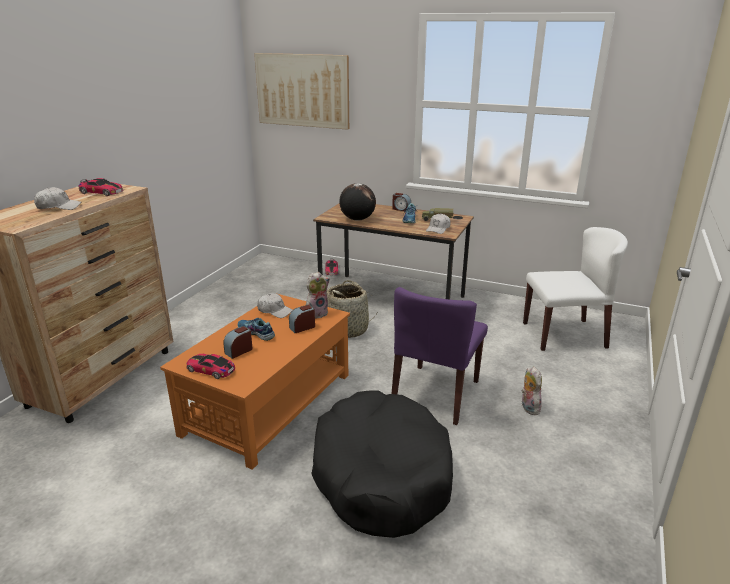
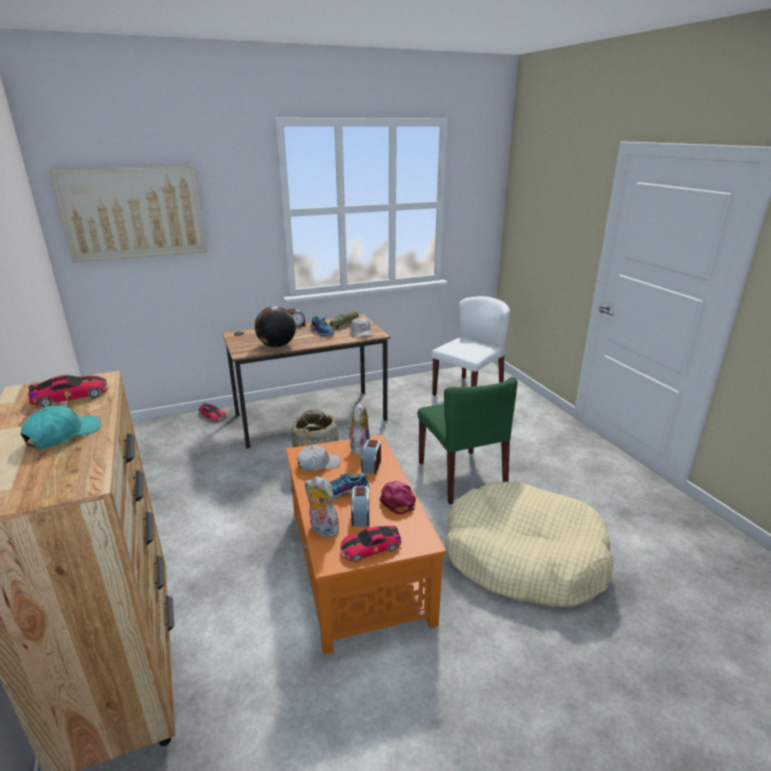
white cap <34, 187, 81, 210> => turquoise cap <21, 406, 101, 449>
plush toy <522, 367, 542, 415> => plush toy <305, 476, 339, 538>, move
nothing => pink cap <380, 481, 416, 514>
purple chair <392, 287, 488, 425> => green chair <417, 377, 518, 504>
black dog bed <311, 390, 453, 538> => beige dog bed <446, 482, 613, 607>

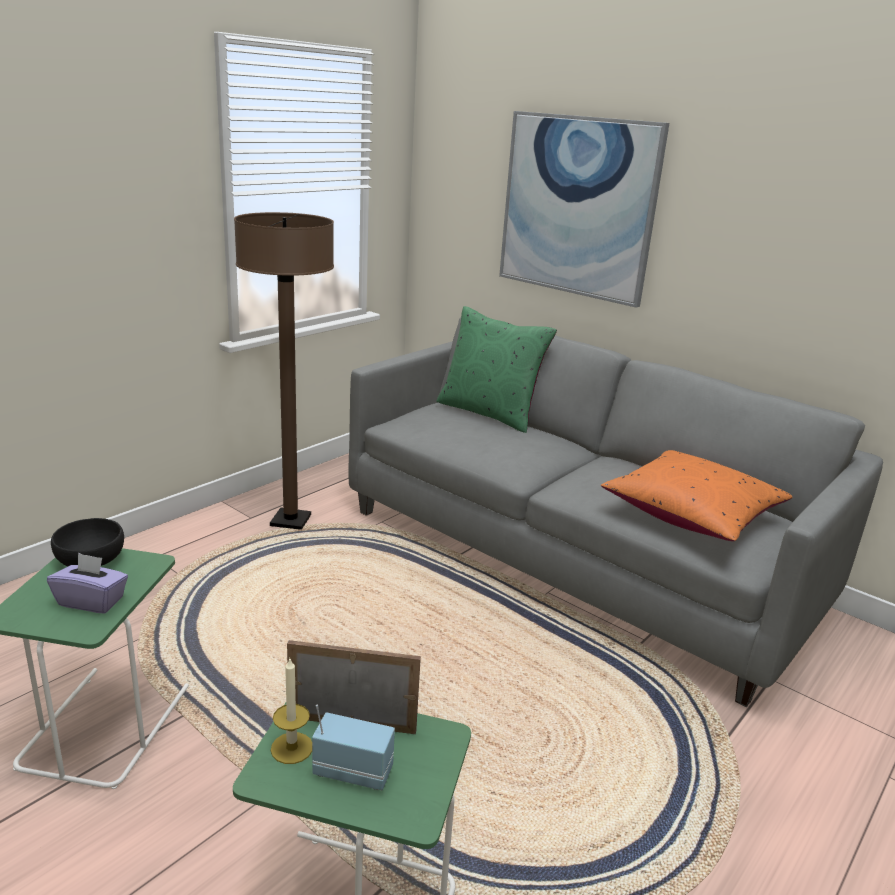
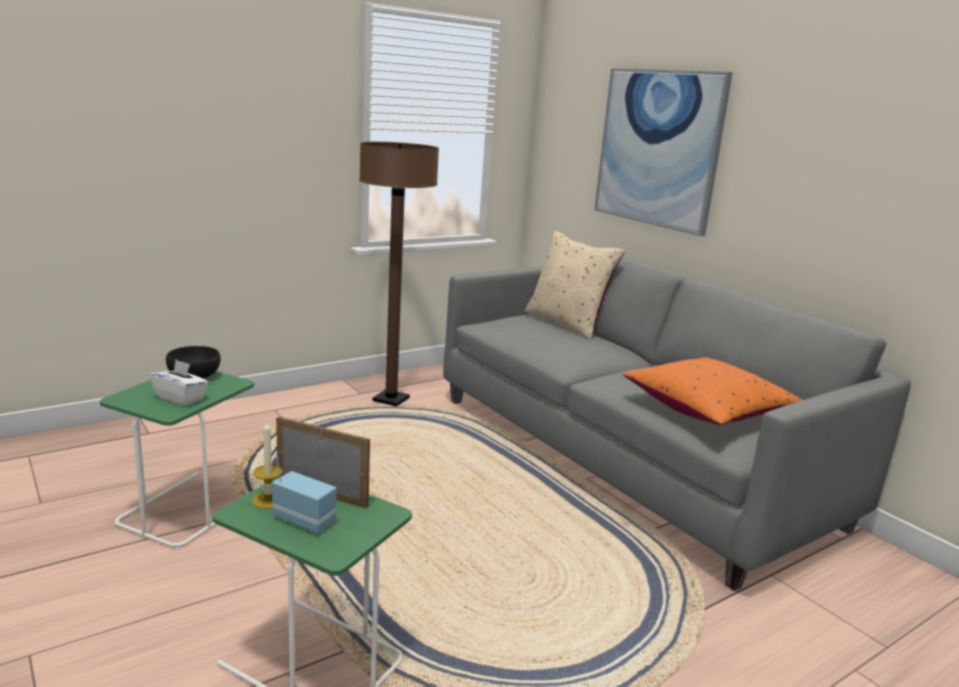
purple tissue box <47, 553, 128, 614> => white tissue box <150, 360, 208, 406>
green pillow <436, 306, 557, 433> => beige pillow <525, 231, 625, 340>

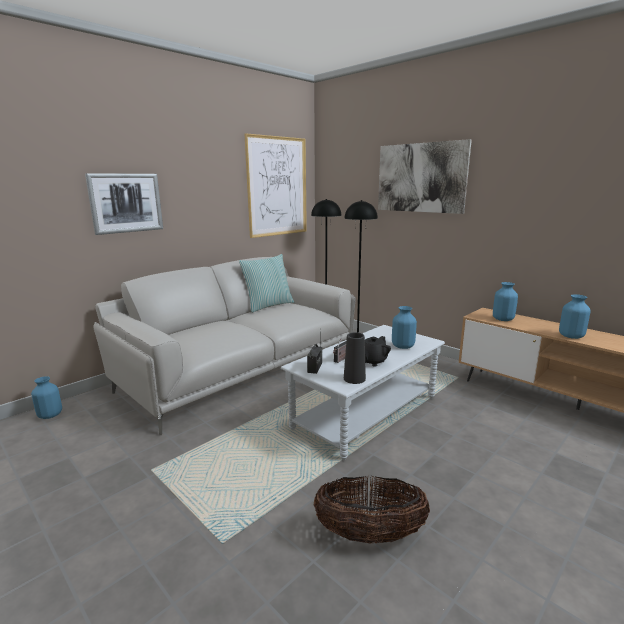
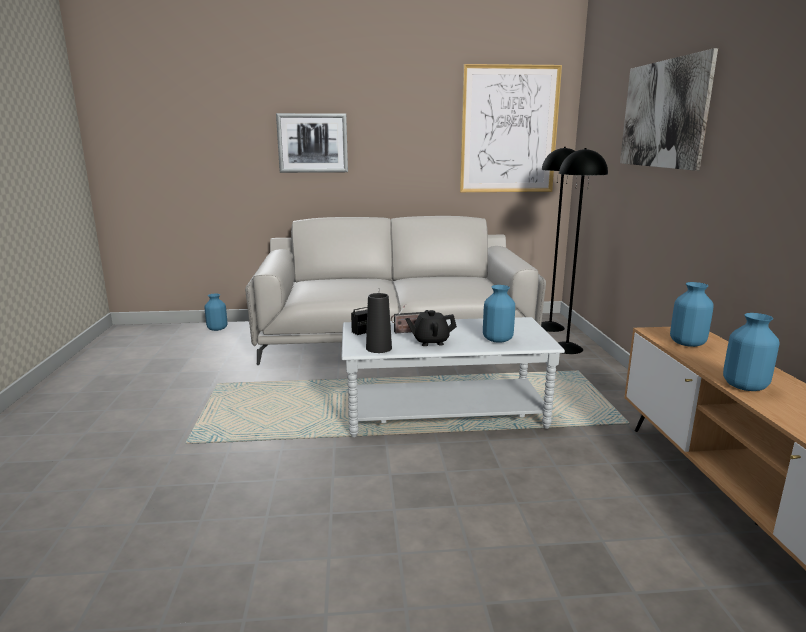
pillow <239, 254, 294, 313> => nothing
basket <314, 476, 430, 544> => nothing

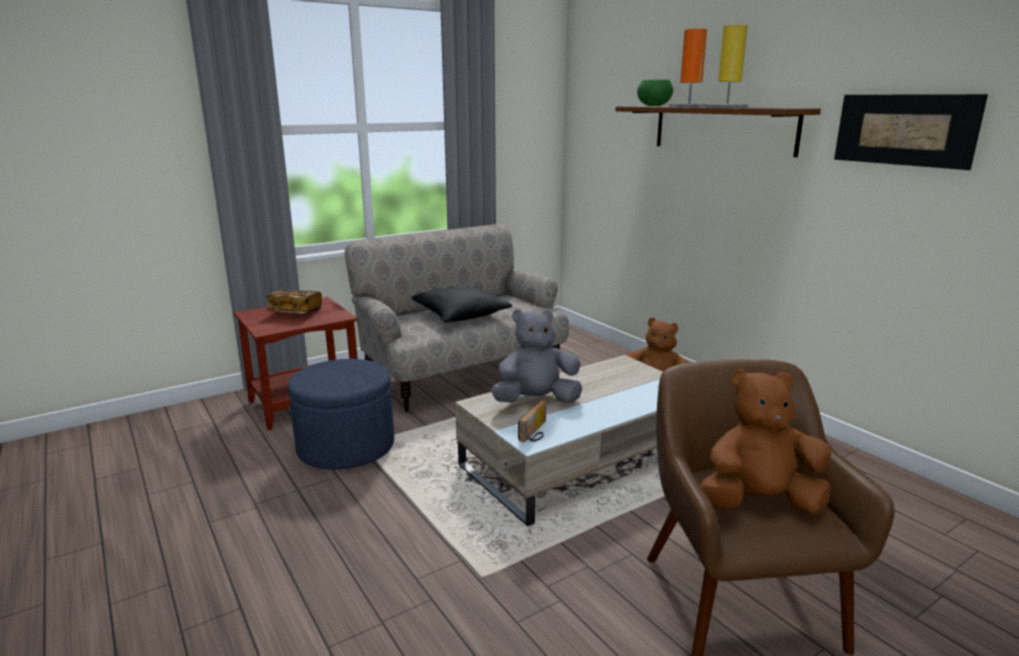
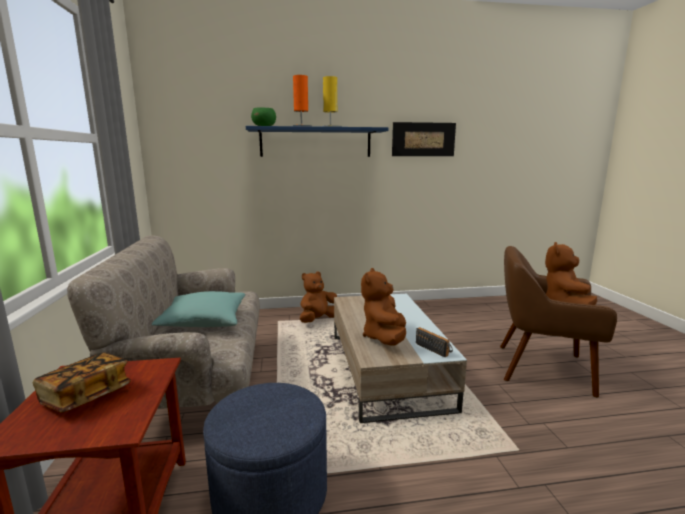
black pillow <411, 287, 512, 322> => turquoise pillow <151, 291, 245, 327>
brown shelf <615, 106, 821, 157> => blue shelf <246, 126, 388, 157>
grey plush toy <491, 309, 582, 403> => brown plush toy <361, 268, 406, 346>

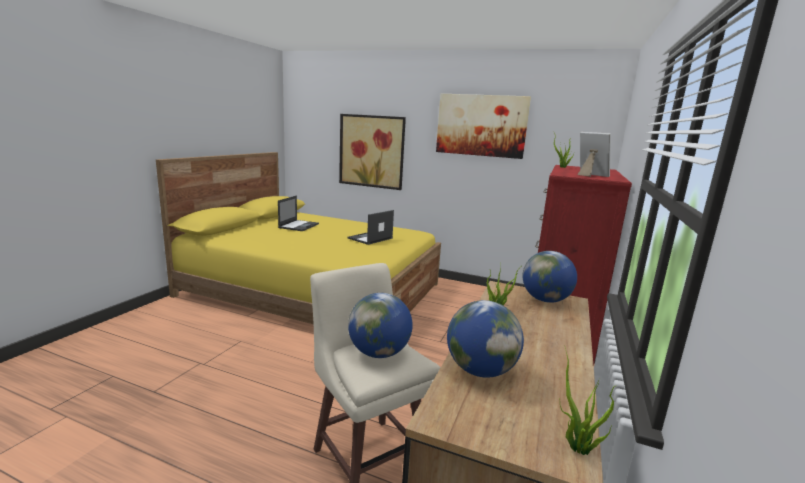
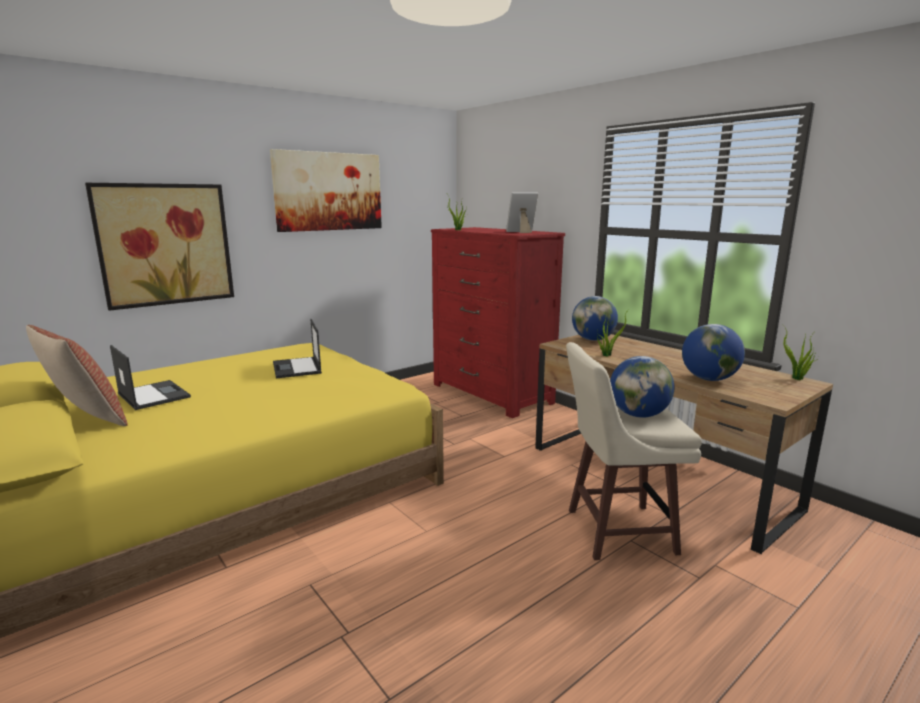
nothing => pillow <26, 325, 127, 426>

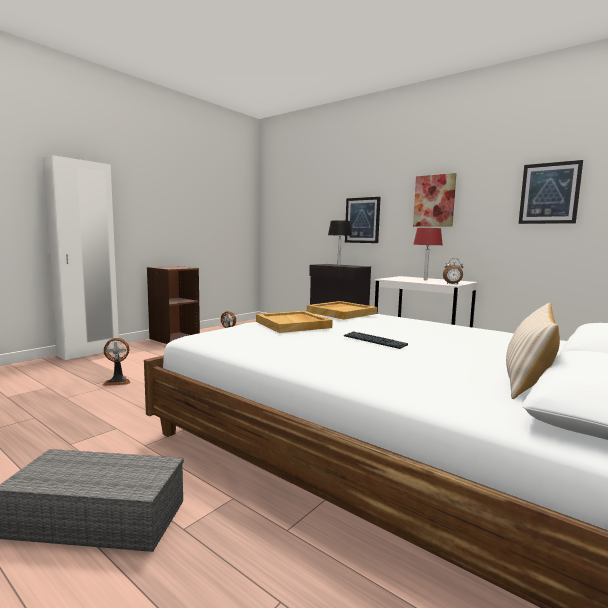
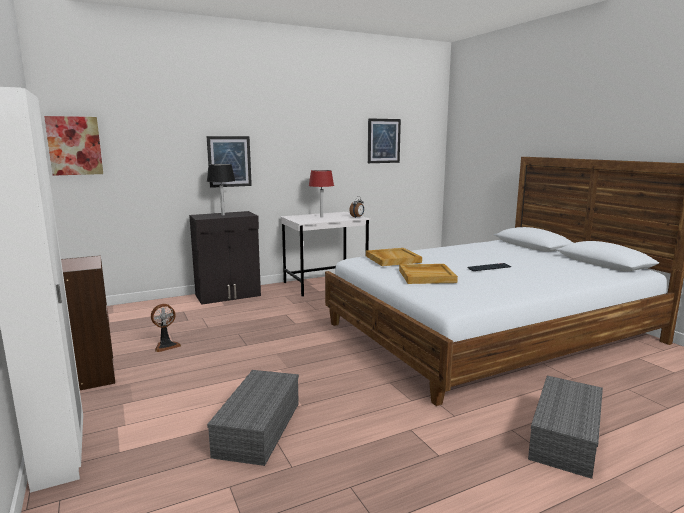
picture <413, 173, 456, 227> => picture <44, 116, 103, 176>, move
fan <103, 338, 130, 386> => grey storage box <207, 370, 299, 466>
beige pillow <506, 302, 560, 399> => nothing

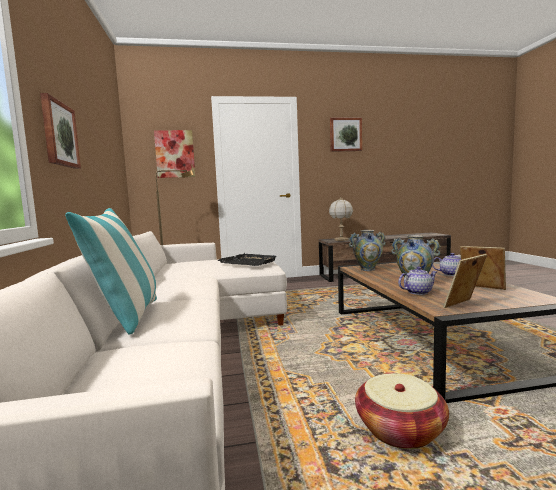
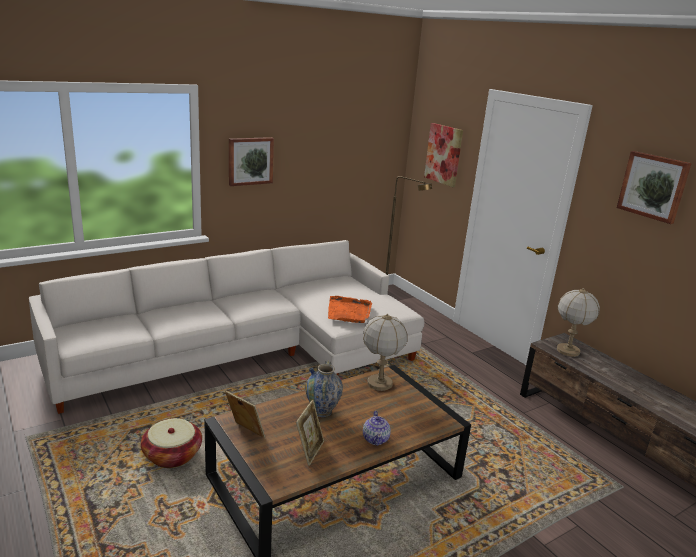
black tray <218, 253, 277, 266> => orange tray <328, 296, 372, 323>
vase <349, 230, 386, 271> => table lamp <363, 314, 408, 391>
pillow <65, 208, 157, 335> => nothing
teapot <398, 266, 437, 295> => nothing

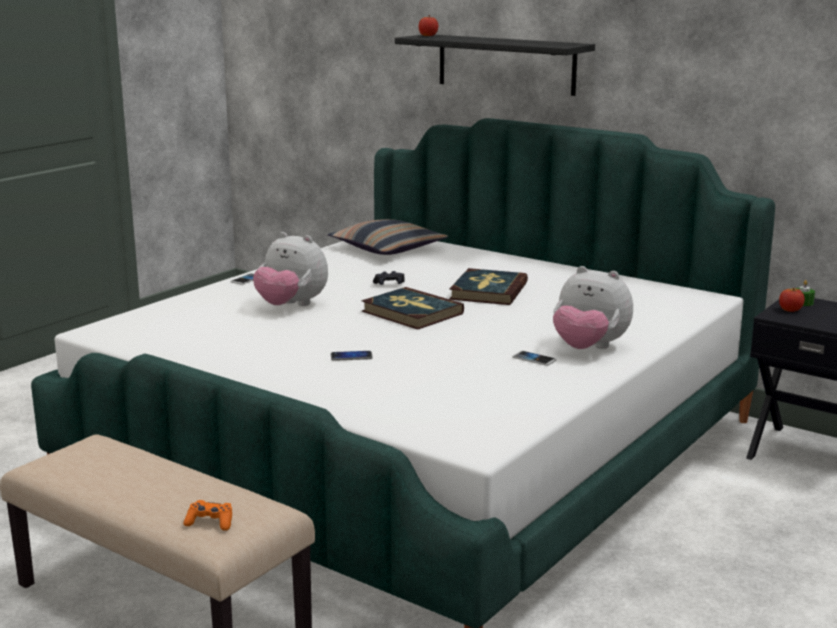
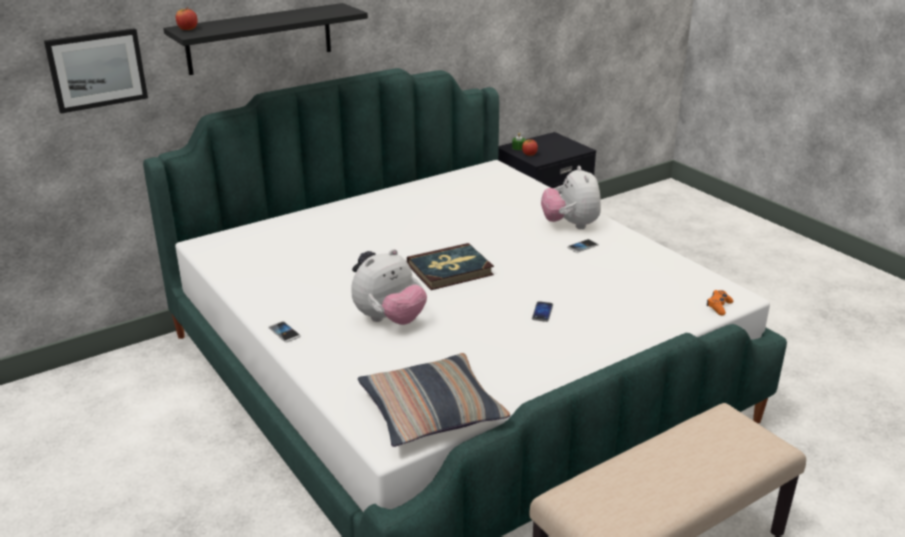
nothing => picture <44, 28, 148, 113>
pillow <328, 219, 448, 255> => pillow <358, 353, 510, 447>, move
plush toy <553, 266, 633, 349> => plush toy <541, 166, 601, 229>, 120 degrees clockwise
orange game controller <183, 500, 232, 531> => orange game controller <707, 290, 734, 315>, move
book <449, 268, 528, 305> => nothing

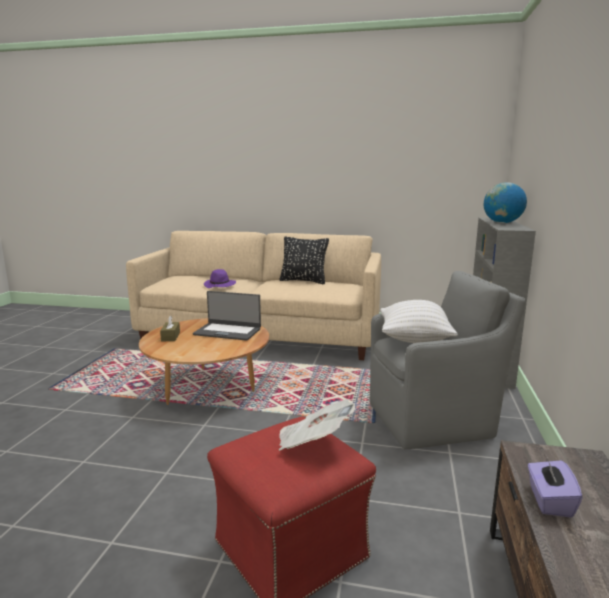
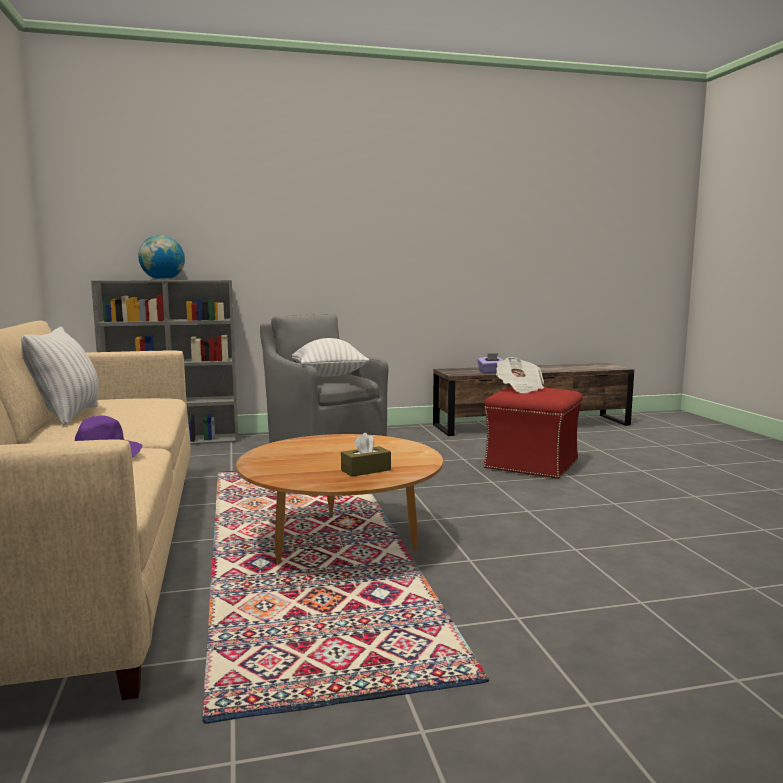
black pillow <279, 237, 329, 284> => white pillow <21, 327, 99, 426>
laptop <193, 291, 261, 341> => nothing

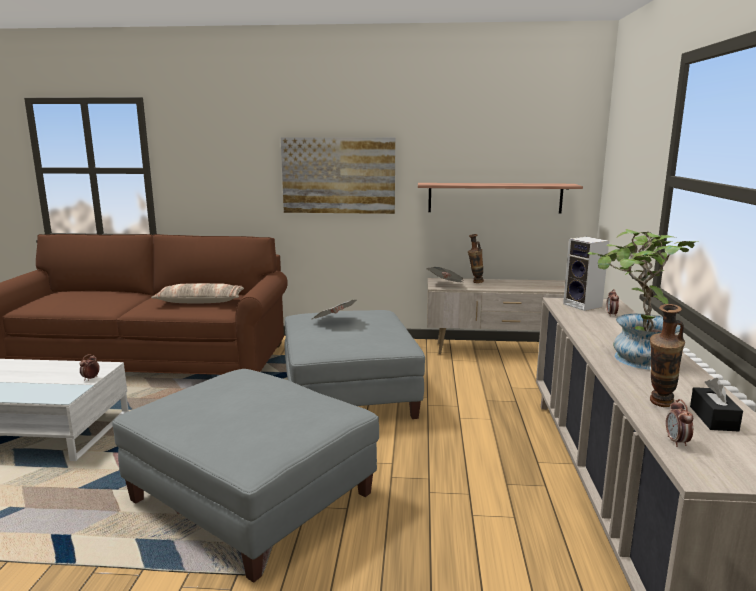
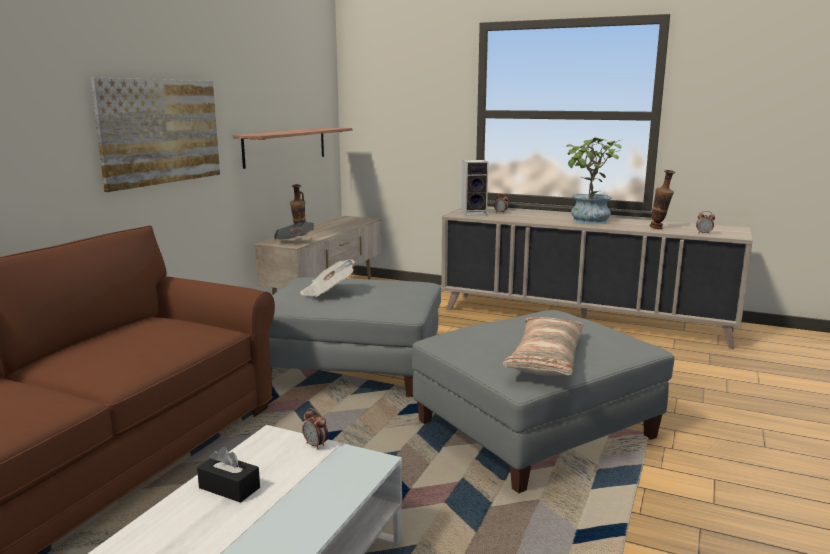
black tissue box <690, 378, 743, 432> => black tissue box <197, 447, 260, 503>, move
pillow <151, 283, 244, 304> => pillow <503, 317, 584, 376>, move

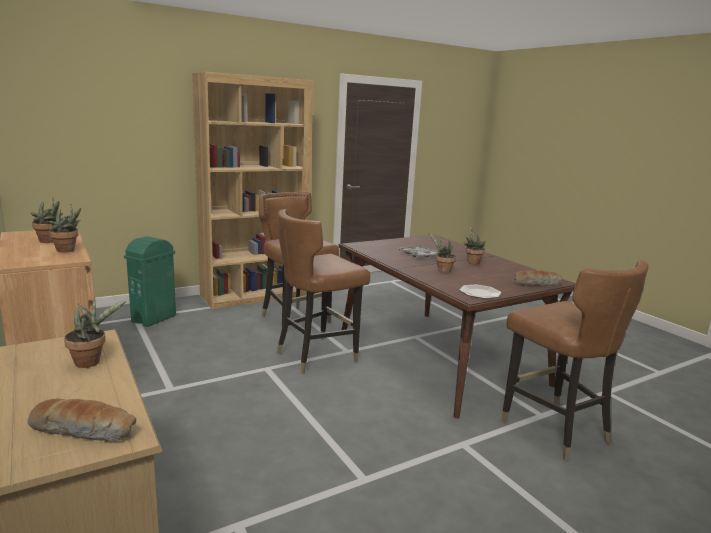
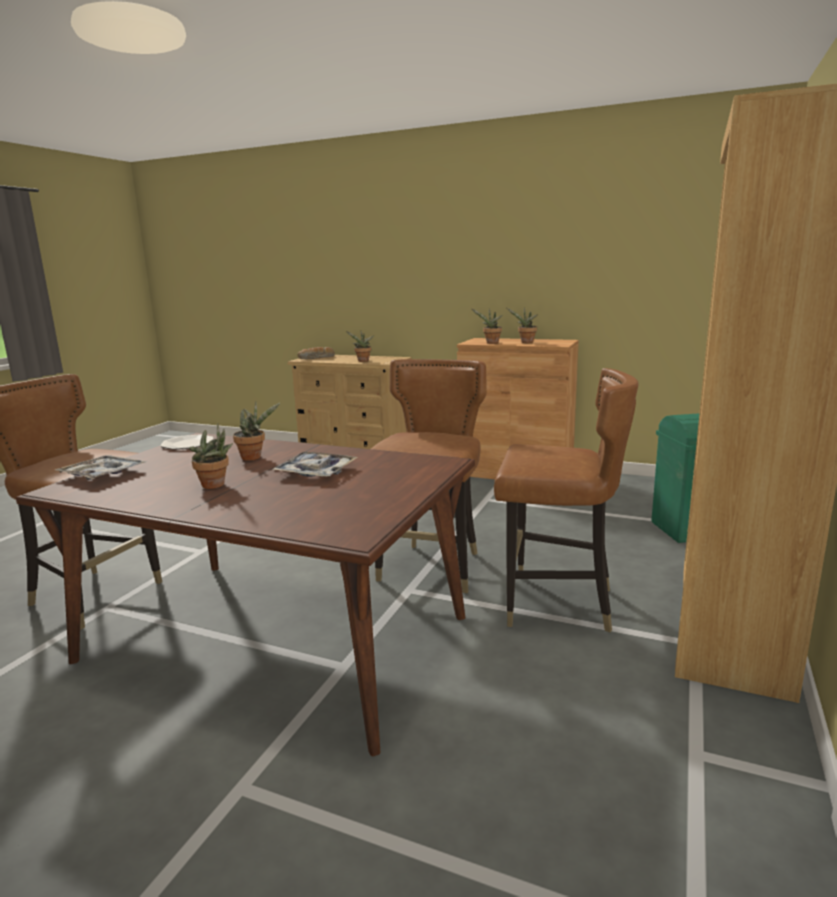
bread <513, 270, 562, 286> => tray <55, 455, 146, 480>

